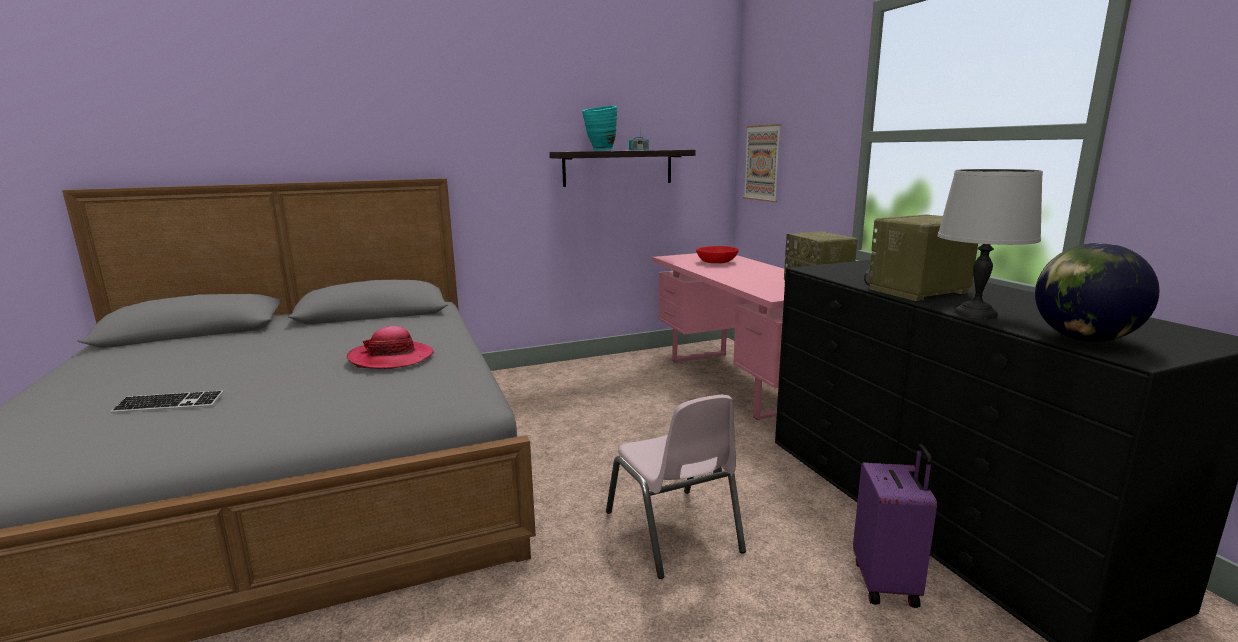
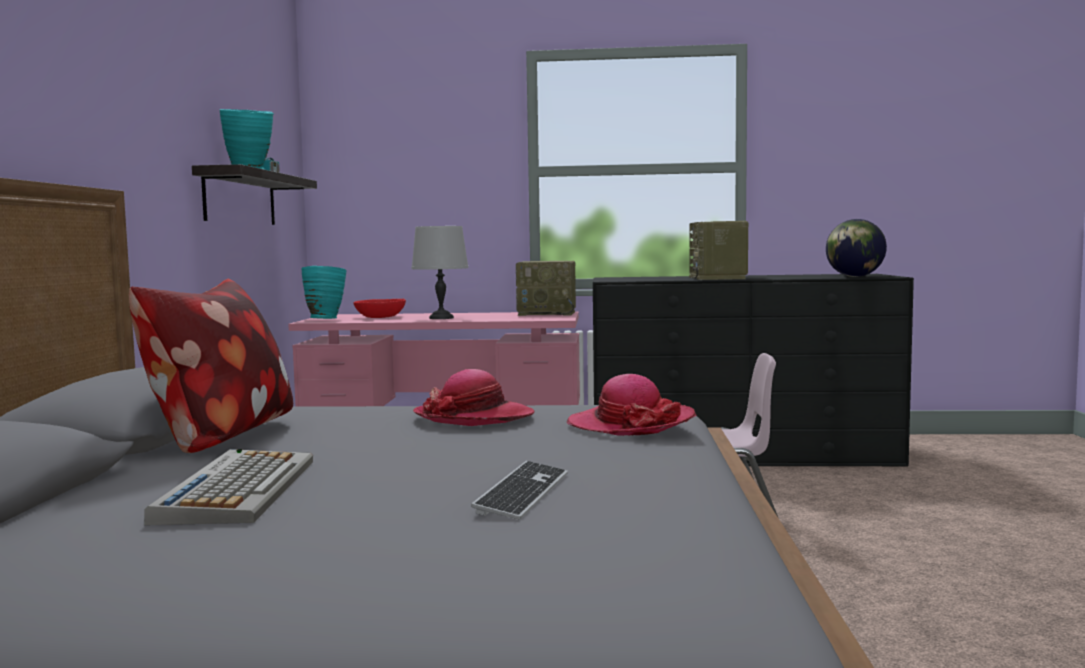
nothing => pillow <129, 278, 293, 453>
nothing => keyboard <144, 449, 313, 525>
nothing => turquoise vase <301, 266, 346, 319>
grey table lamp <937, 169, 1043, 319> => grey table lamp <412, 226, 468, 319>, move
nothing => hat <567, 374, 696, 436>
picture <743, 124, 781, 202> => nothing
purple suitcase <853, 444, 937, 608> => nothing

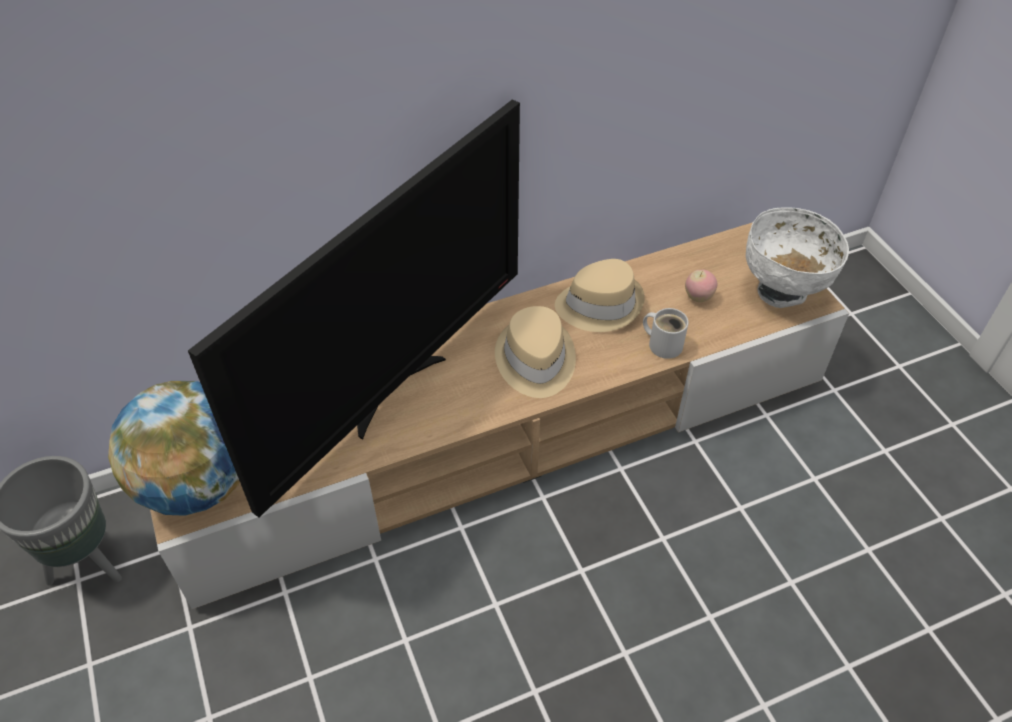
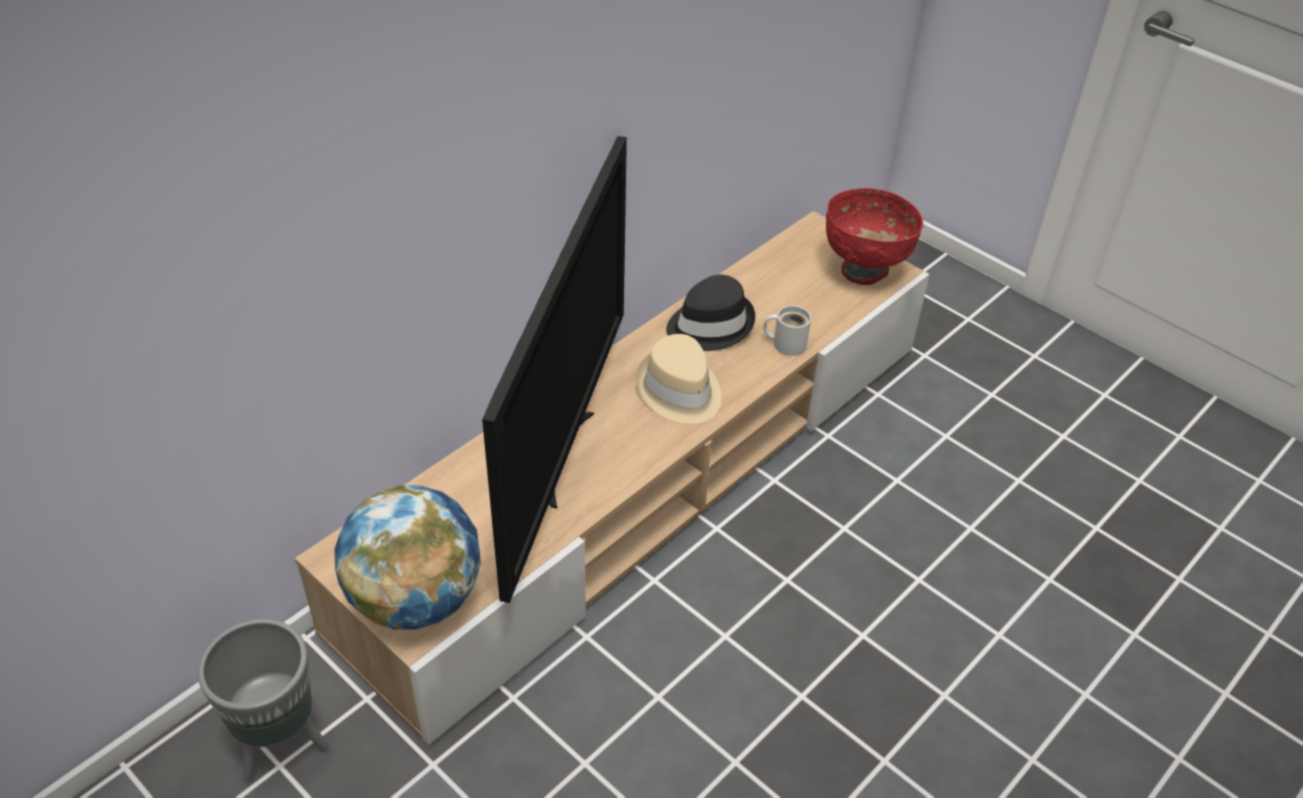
beige hat <555, 259, 645, 332> => black hat <666, 275, 755, 351>
white bowl <746, 207, 849, 308> => red bowl <826, 188, 923, 285>
apple <685, 270, 717, 302> => nothing

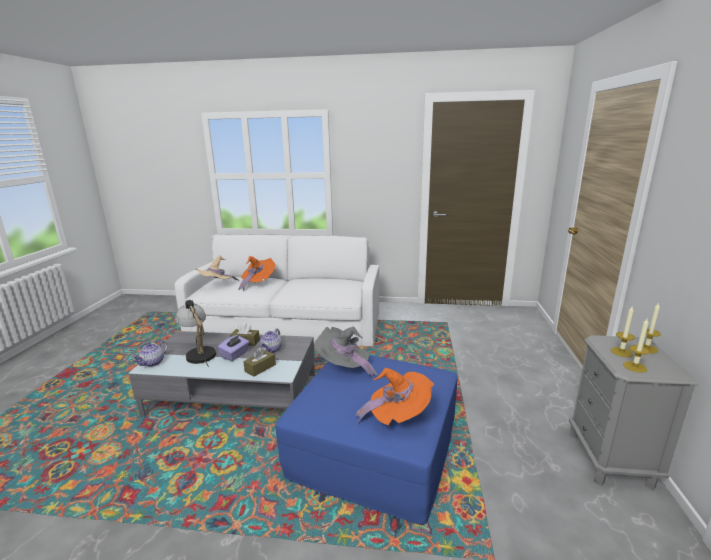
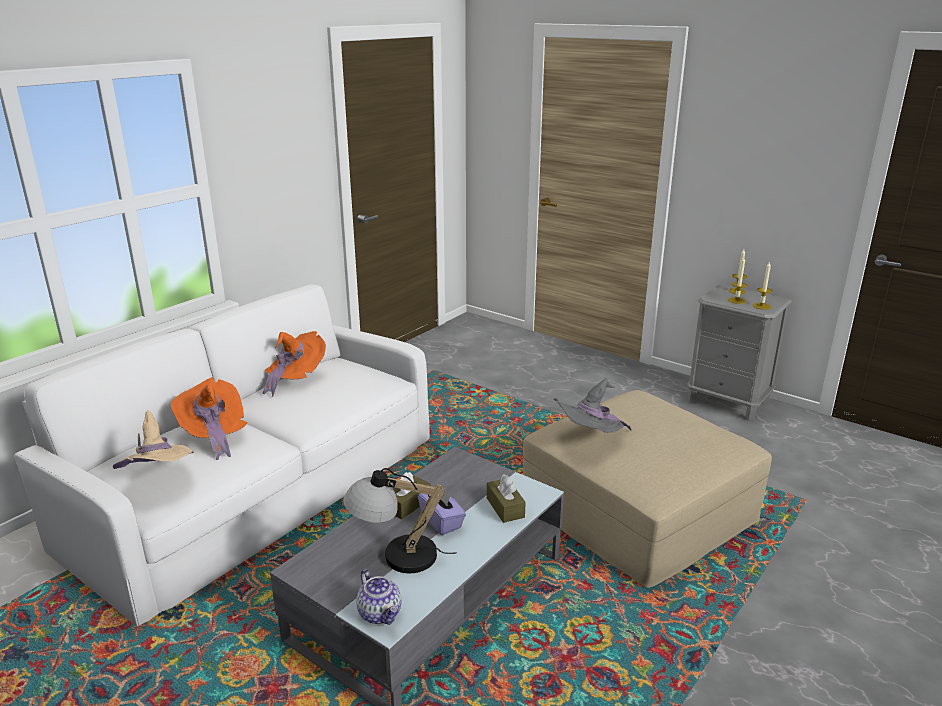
orange hat <355, 368, 434, 426> => orange hat <263, 331, 326, 396>, move
blue ottoman <276, 355, 458, 525> => beige ottoman <523, 390, 772, 588>
teapot <260, 329, 282, 353> => nothing

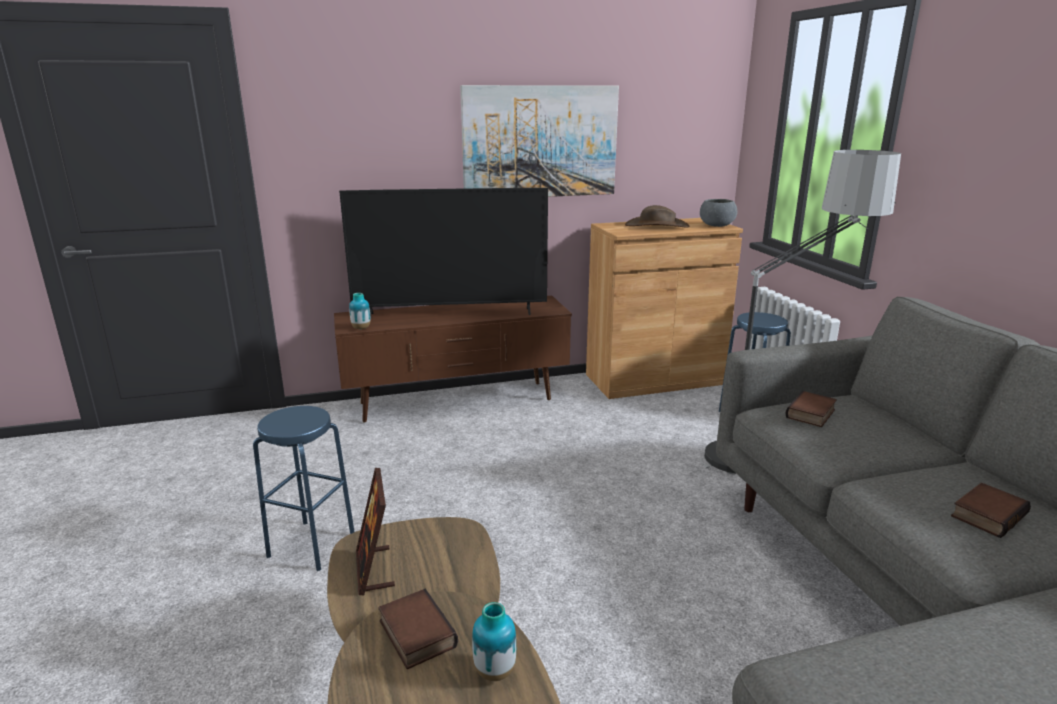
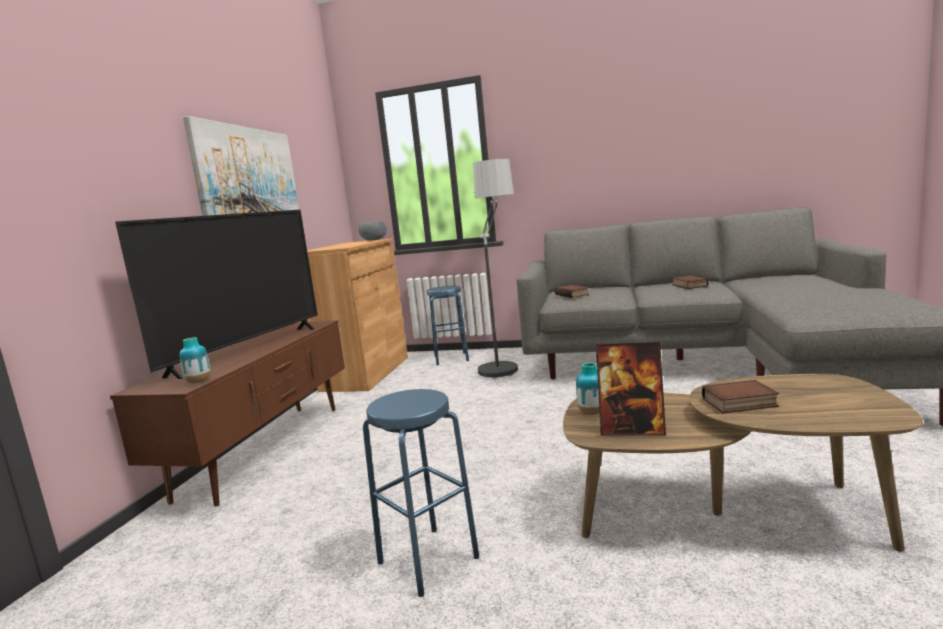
vase <472, 602, 516, 681> => vase <576, 363, 600, 415>, move
brown hat <625, 205, 690, 227> => nothing

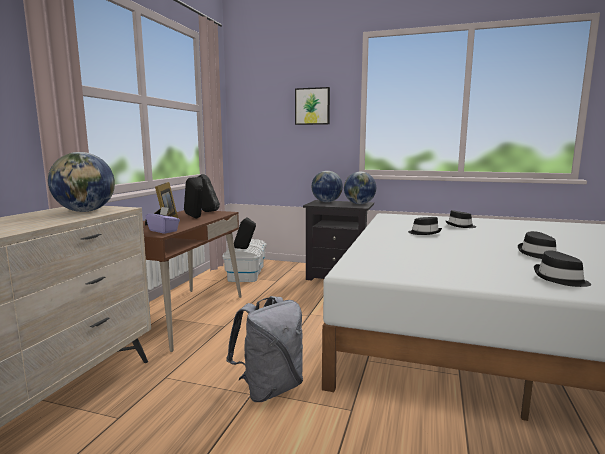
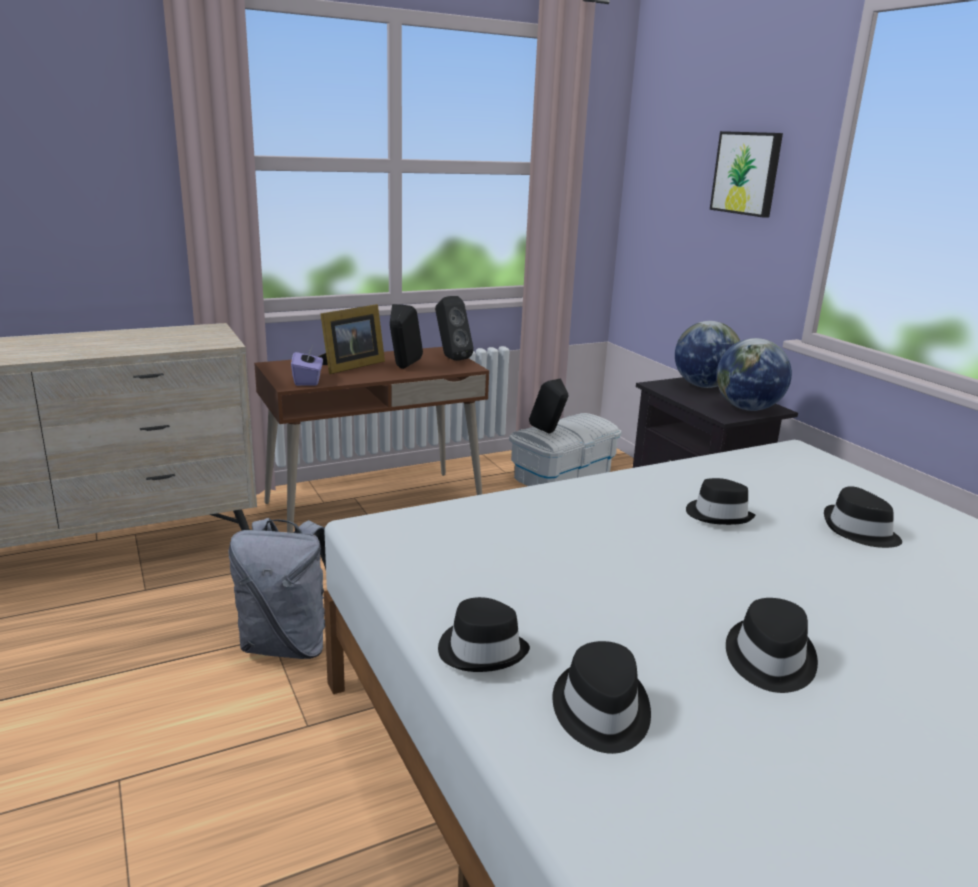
nothing => black hat <438, 597, 530, 672>
globe <48, 152, 115, 212> => nothing

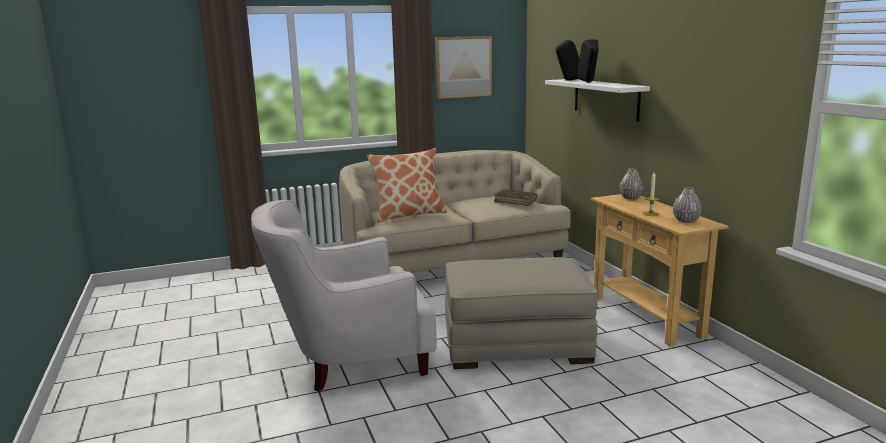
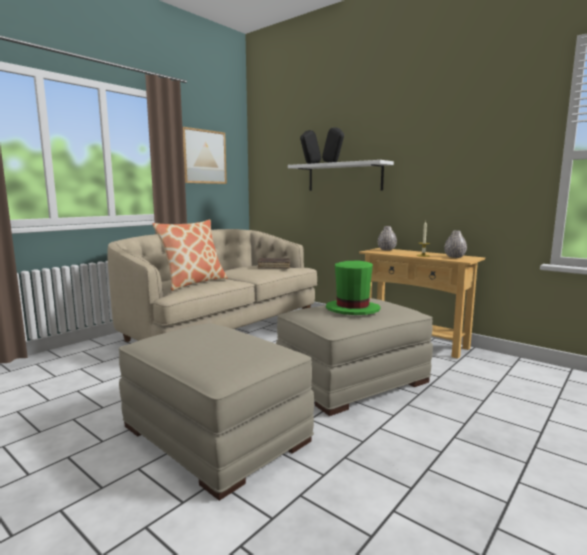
white armchair <251, 200, 437, 392> => beige ottoman <119, 323, 314, 501>
nothing => green hat <326, 261, 381, 315>

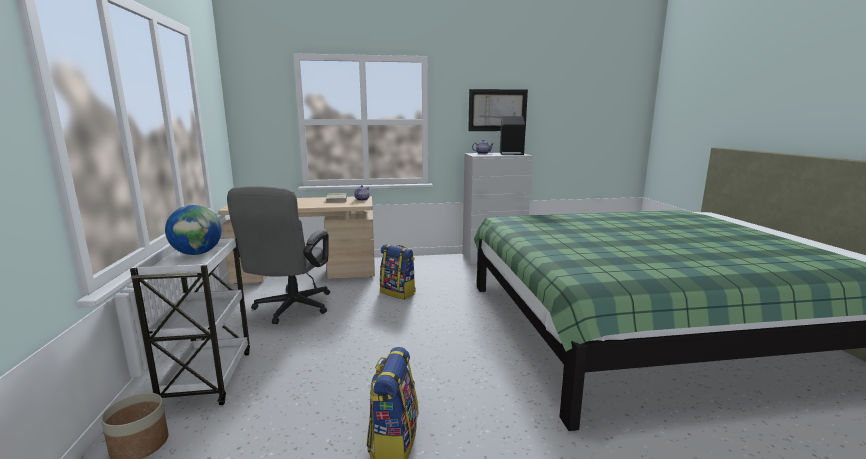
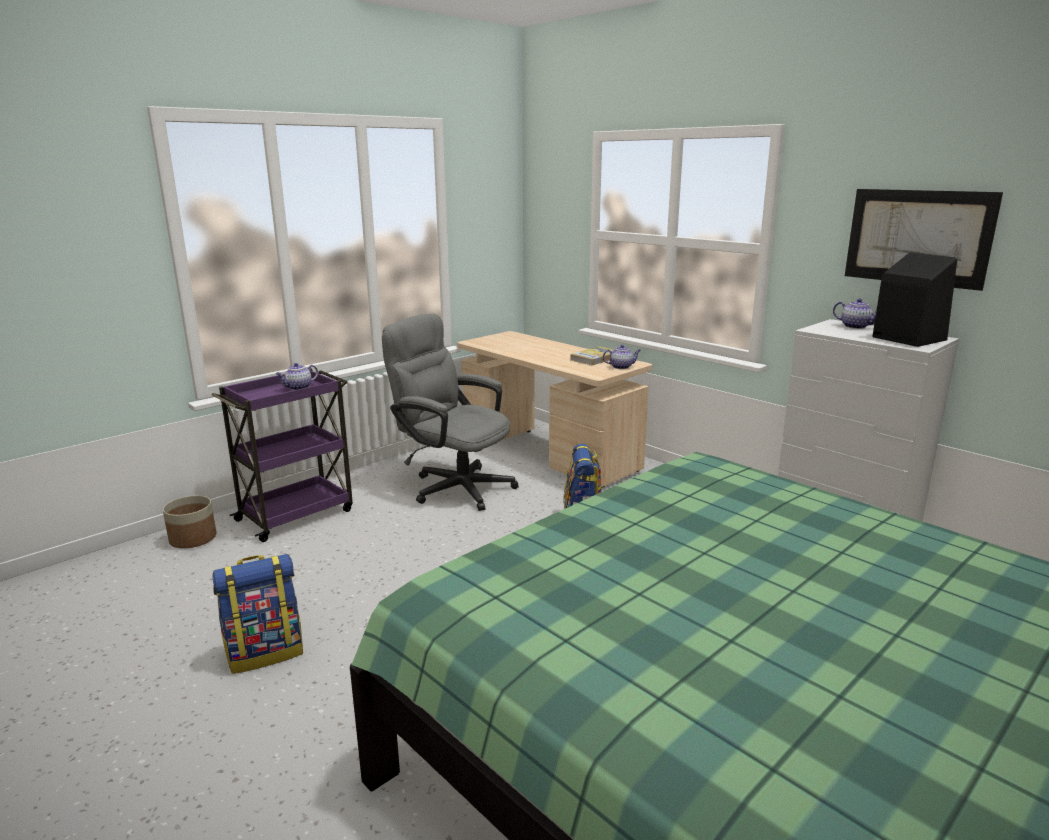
white cart <130, 237, 250, 405> => purple cart <212, 368, 353, 542>
globe <165, 205, 222, 255> => teapot <276, 363, 318, 390>
grey office chair <227, 186, 330, 324> => grey office chair <382, 313, 519, 511>, 60 degrees clockwise

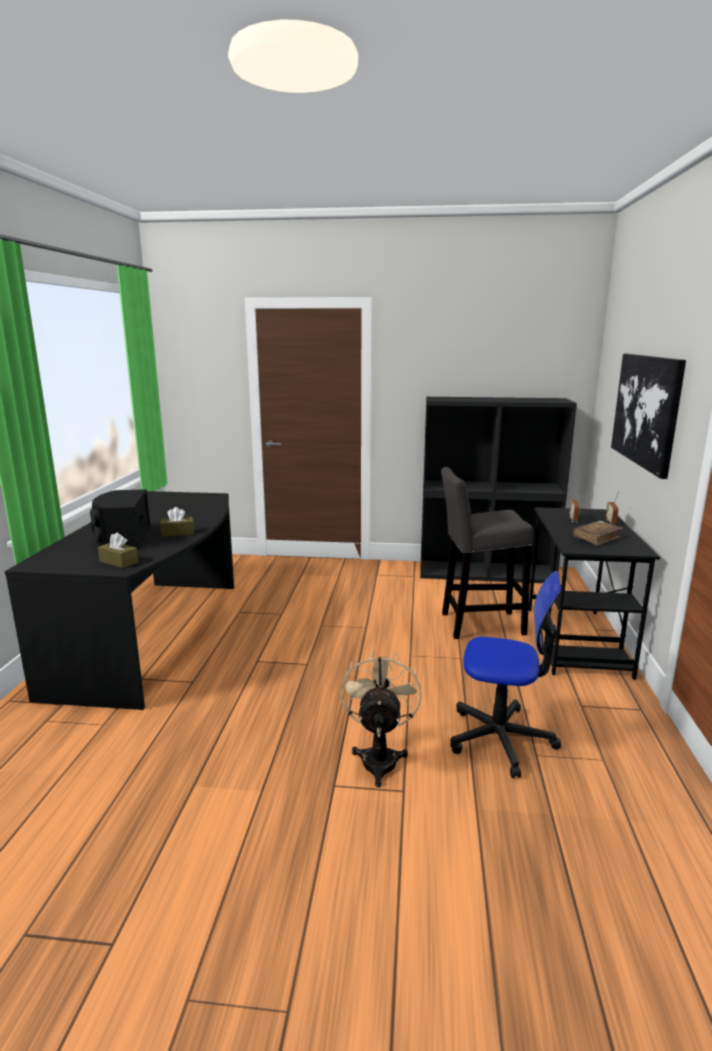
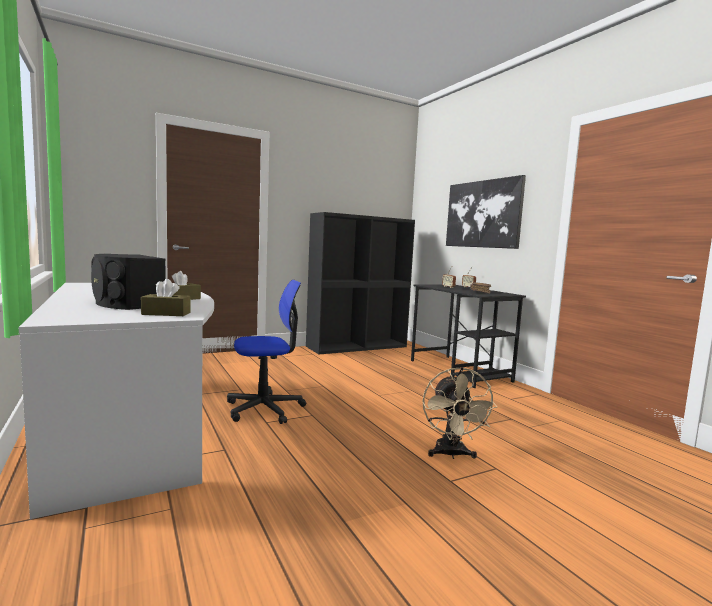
black desk <5, 491, 234, 710> => white desk <19, 283, 214, 519>
office chair <451, 571, 561, 778> => office chair <227, 280, 306, 424>, move
beige fan <340, 650, 422, 787> => beige fan <423, 367, 497, 459>, 150 degrees counterclockwise
grey stool <441, 467, 534, 639> => nothing

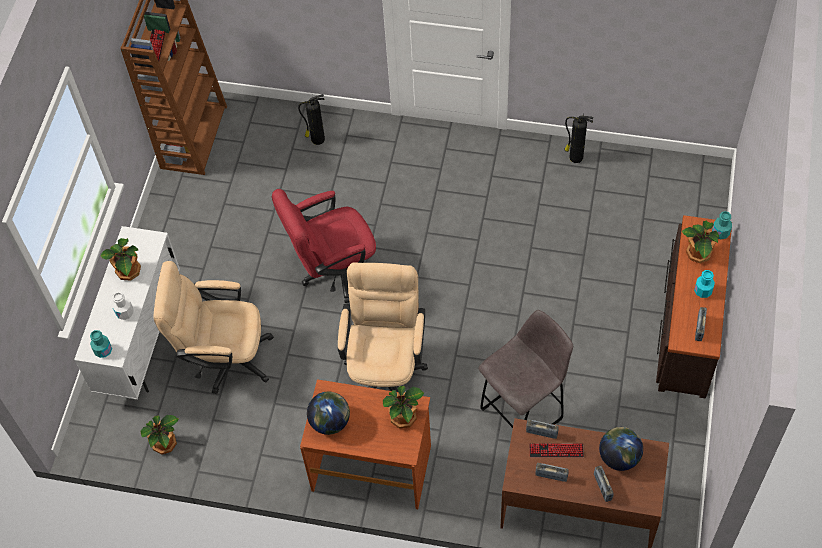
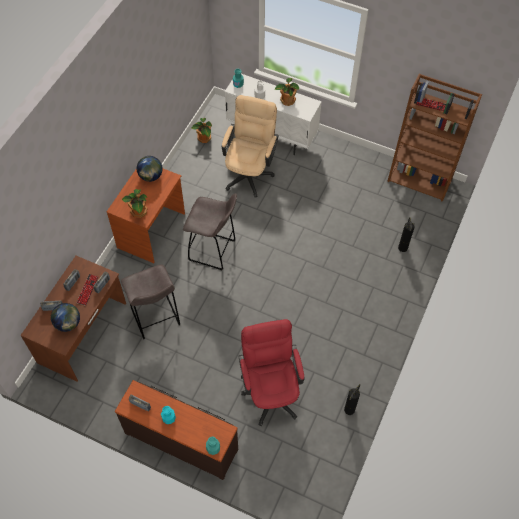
beige office chair <338, 263, 428, 392> => grey stool <183, 194, 237, 270>
red office chair <272, 189, 376, 303> => red office chair <239, 319, 305, 427>, move
potted plant <681, 221, 719, 263> => nothing

